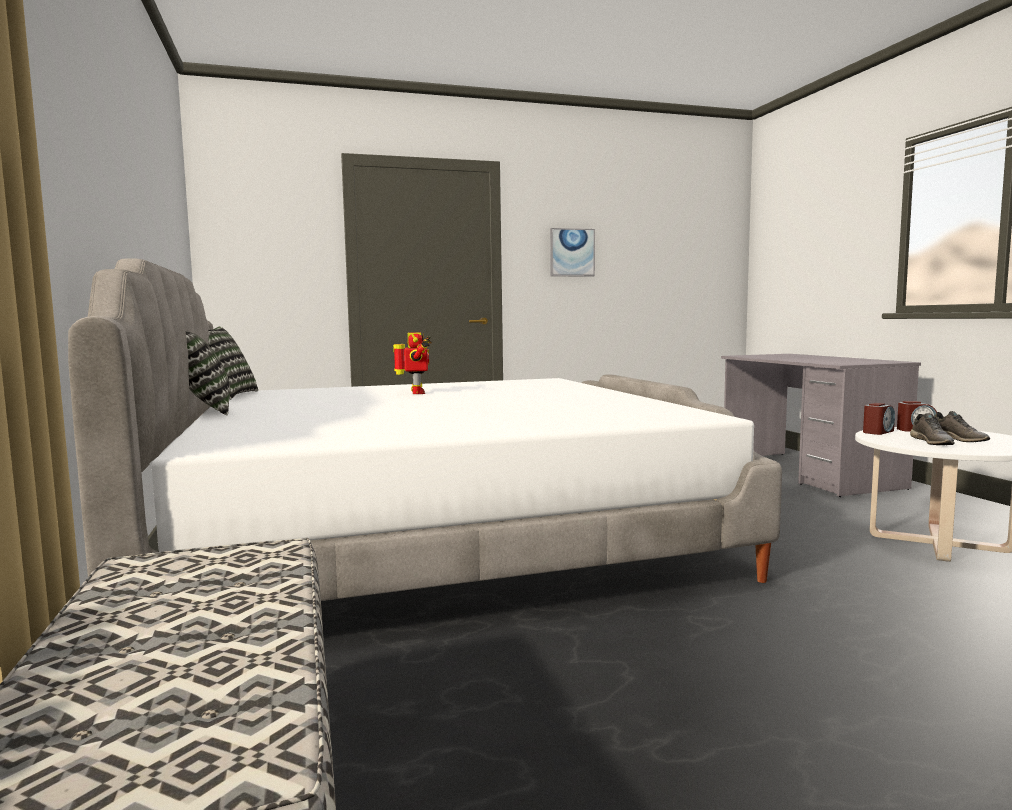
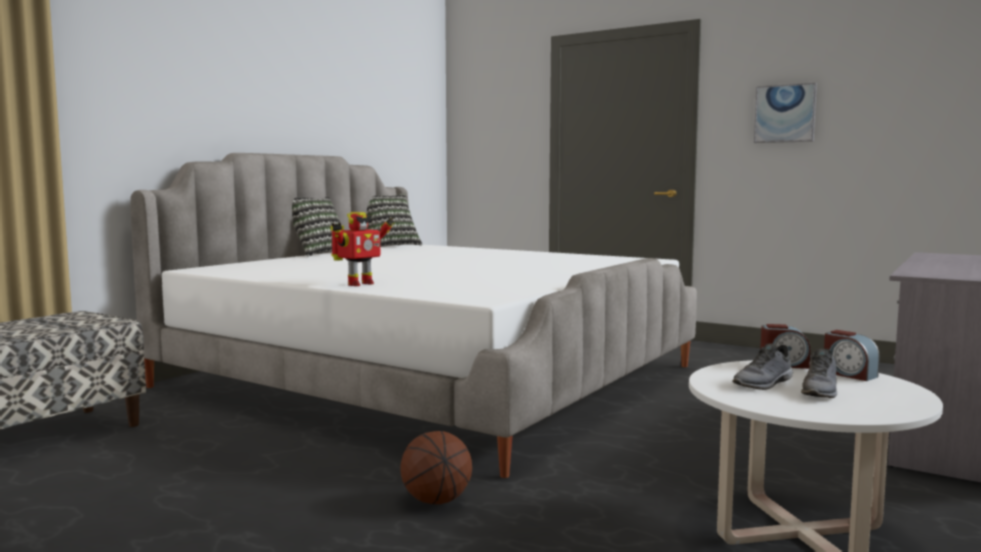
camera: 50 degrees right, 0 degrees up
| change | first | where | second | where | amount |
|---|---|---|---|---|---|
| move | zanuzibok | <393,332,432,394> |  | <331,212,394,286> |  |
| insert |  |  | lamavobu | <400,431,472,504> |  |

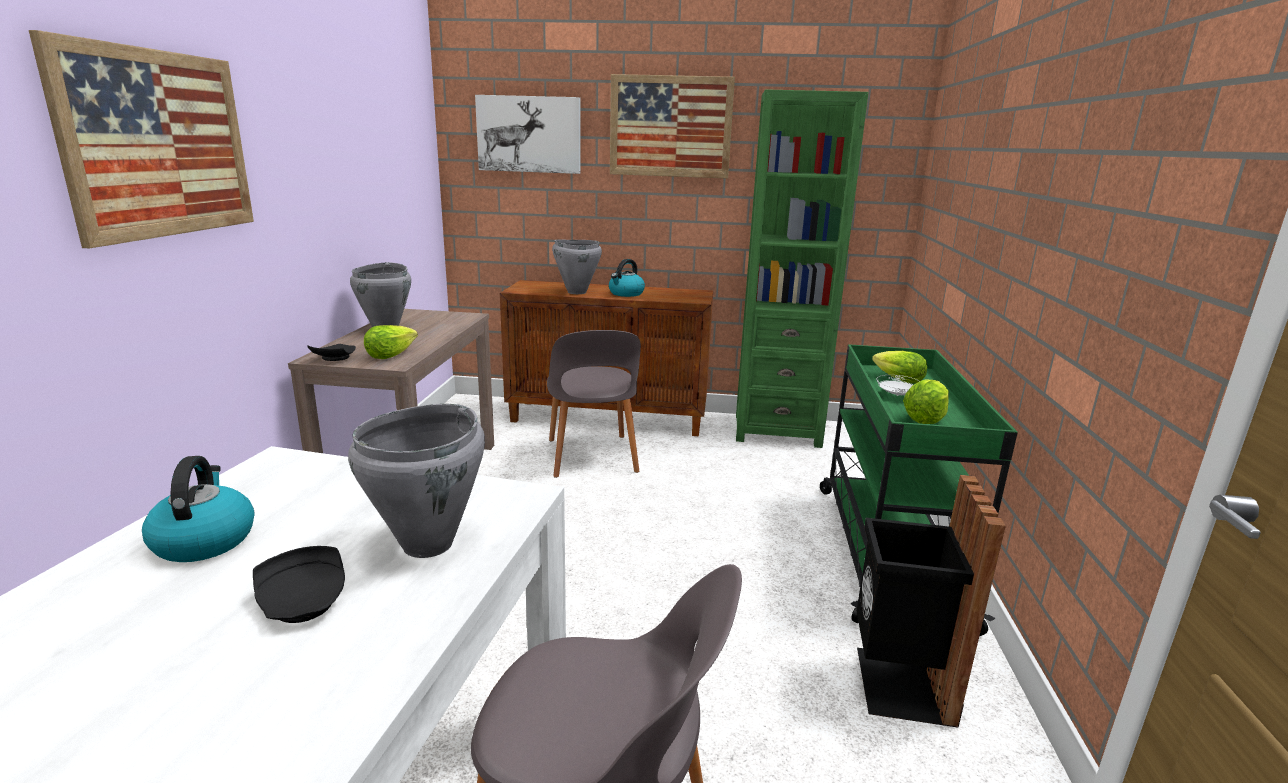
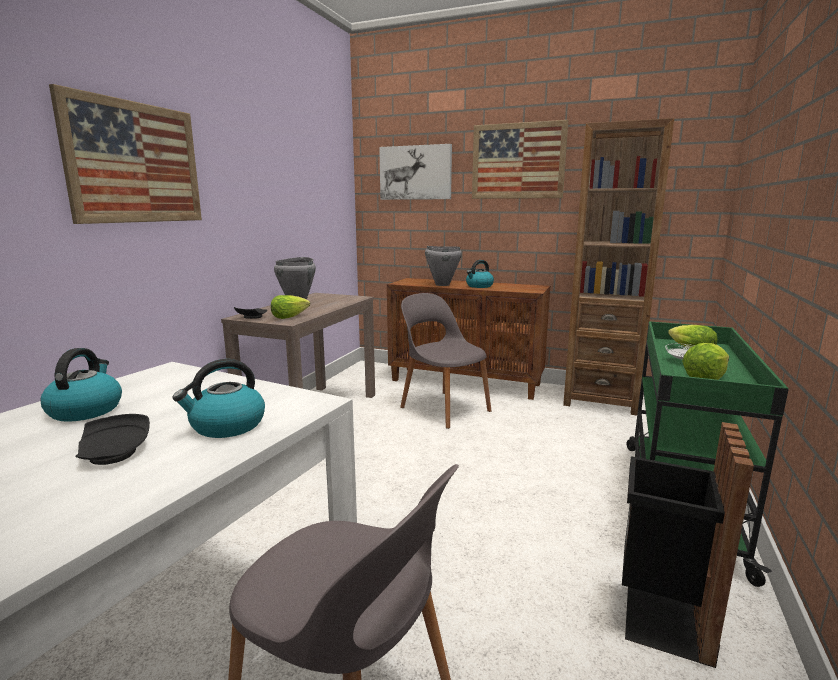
camera: 15 degrees right, 5 degrees down
| change | first | where | second | where | amount |
|---|---|---|---|---|---|
| recolor | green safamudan | <736,89,868,448> | brown safamudan | <563,118,674,416> |  |
| rotate | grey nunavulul | <547,330,641,478> |  | <400,293,492,429> | 135 degrees clockwise |
| replace | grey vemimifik | <348,404,485,558> | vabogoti | <172,359,265,438> |  |

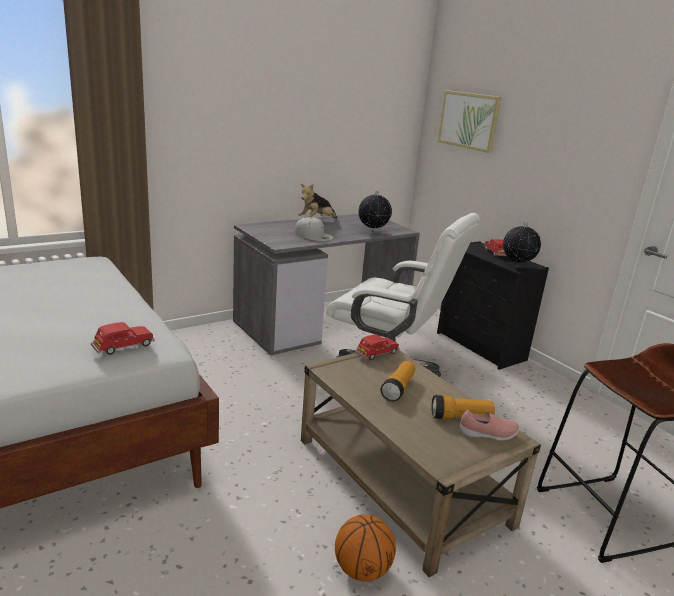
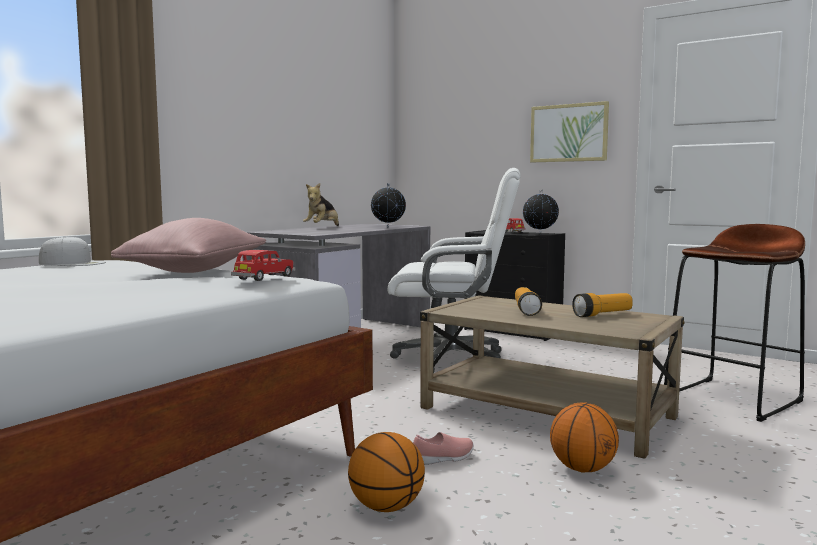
camera: 20 degrees left, 15 degrees down
| change | first | where | second | where | amount |
|---|---|---|---|---|---|
| move | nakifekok | <438,90,501,153> |  | <530,101,609,162> |  |
| move | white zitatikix | <295,217,333,241> |  | <39,236,106,266> |  |
| delete | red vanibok | <355,334,400,360> |  |  |  |
| move | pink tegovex | <460,410,519,441> |  | <413,432,474,465> |  |
| insert |  |  | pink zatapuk | <111,218,266,273> |  |
| insert |  |  | lamavobu | <348,432,425,512> |  |

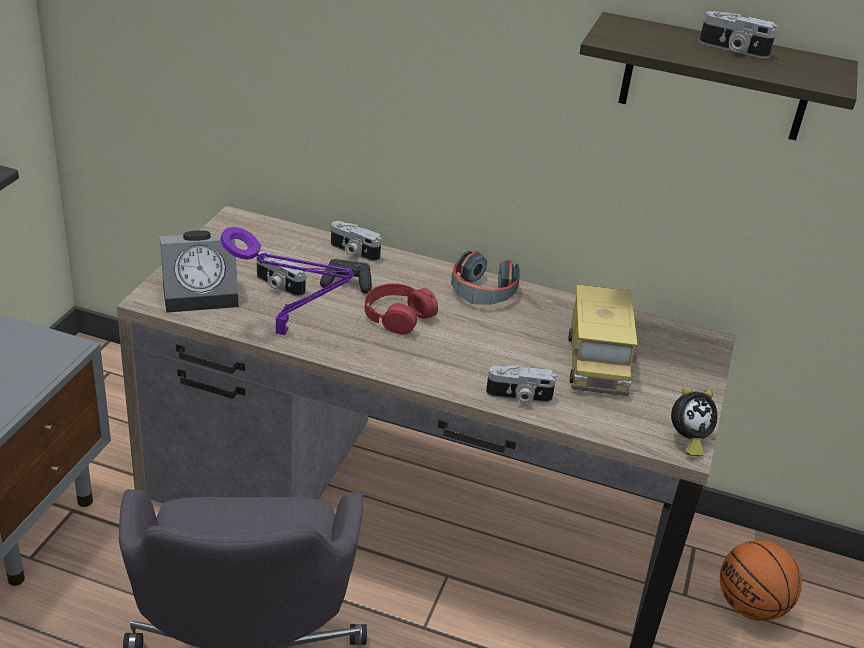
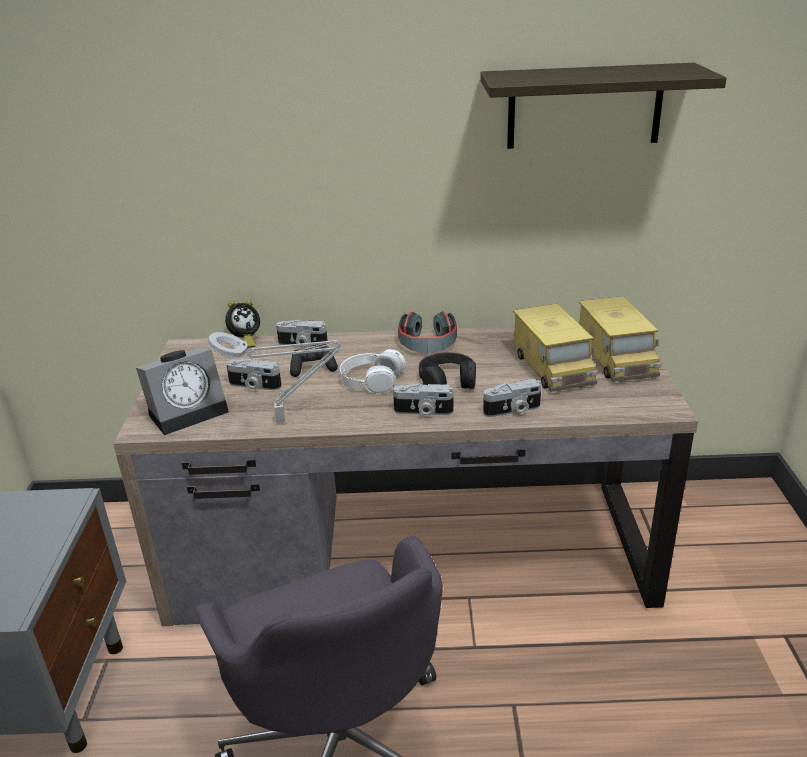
camera: 15 degrees left, 5 degrees down
| change | first | where | second | where | amount |
|---|---|---|---|---|---|
| move | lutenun | <699,11,778,58> |  | <393,383,454,417> |  |
| recolor | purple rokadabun | <220,227,354,335> | grey rokadabun | <207,332,341,423> |  |
| recolor | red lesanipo | <365,283,438,335> | white lesanipo | <340,349,406,394> |  |
| move | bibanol | <671,387,717,456> |  | <225,301,260,348> |  |
| delete | lamavobu | <720,540,802,621> |  |  |  |
| insert |  |  | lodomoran | <579,296,661,382> |  |
| insert |  |  | black lesanipo | <419,352,476,389> |  |

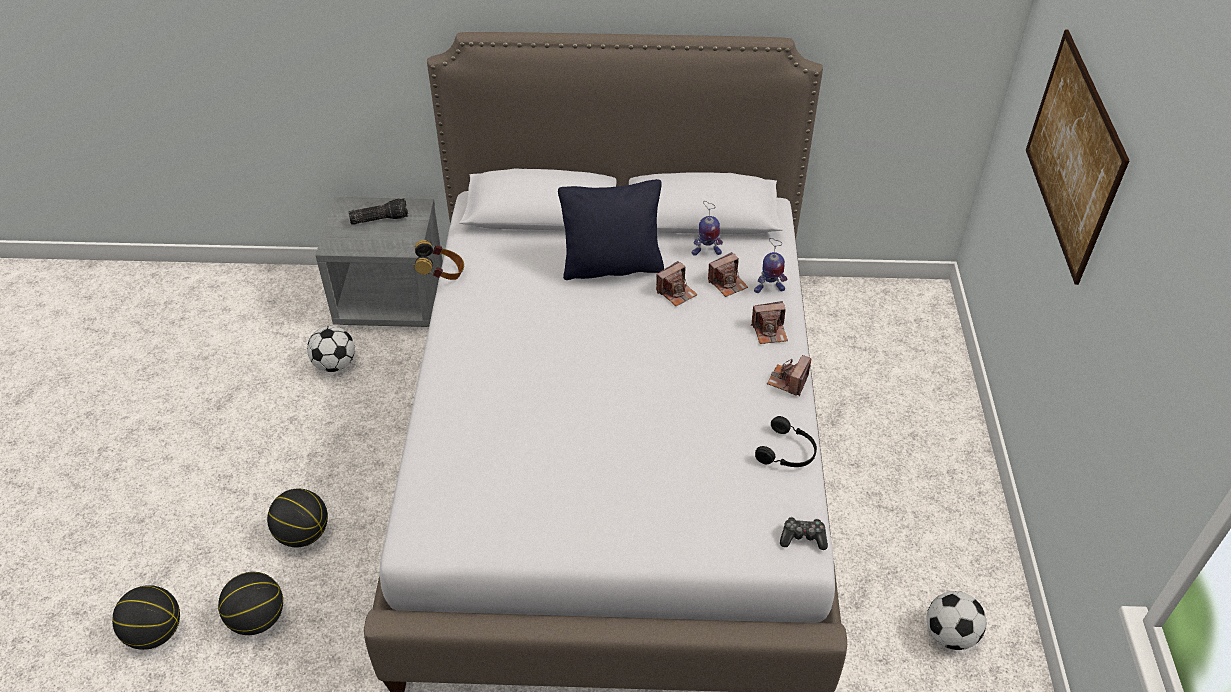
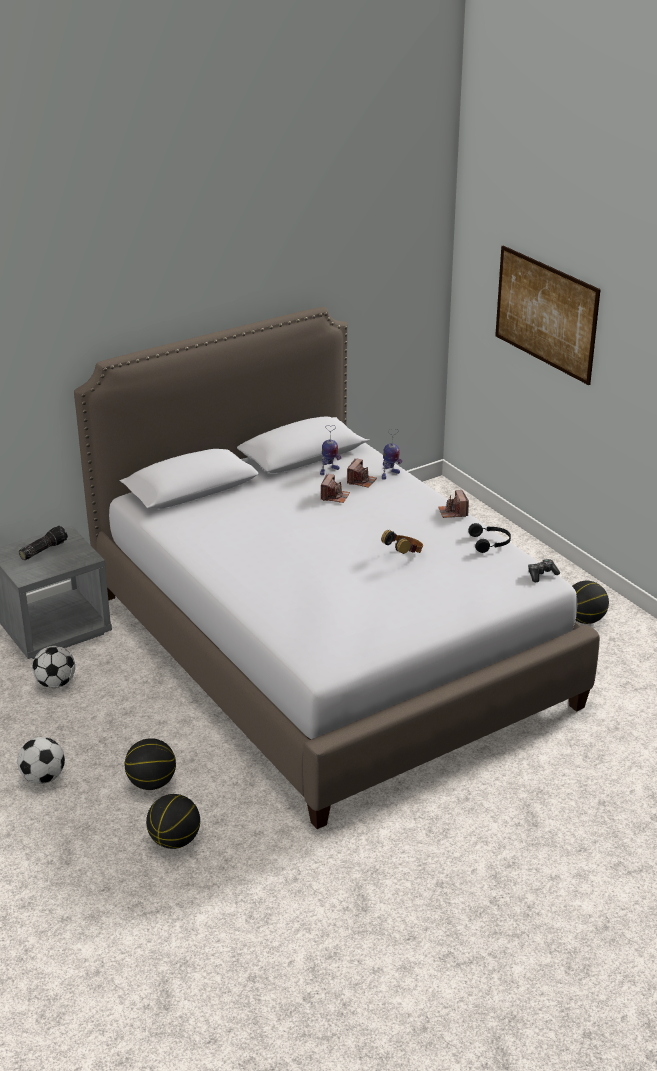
camera: 35 degrees left, 15 degrees down
| change | first | where | second | where | amount |
|---|---|---|---|---|---|
| delete | black zatapuk | <558,179,664,280> |  |  |  |
| move | lesanipo | <415,240,464,280> |  | <381,530,423,554> |  |
| delete | lutenun | <751,301,788,344> |  |  |  |
| move | lamavobu | <112,585,180,650> |  | <572,581,609,624> |  |
| move | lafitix | <927,591,987,650> |  | <17,737,65,784> |  |

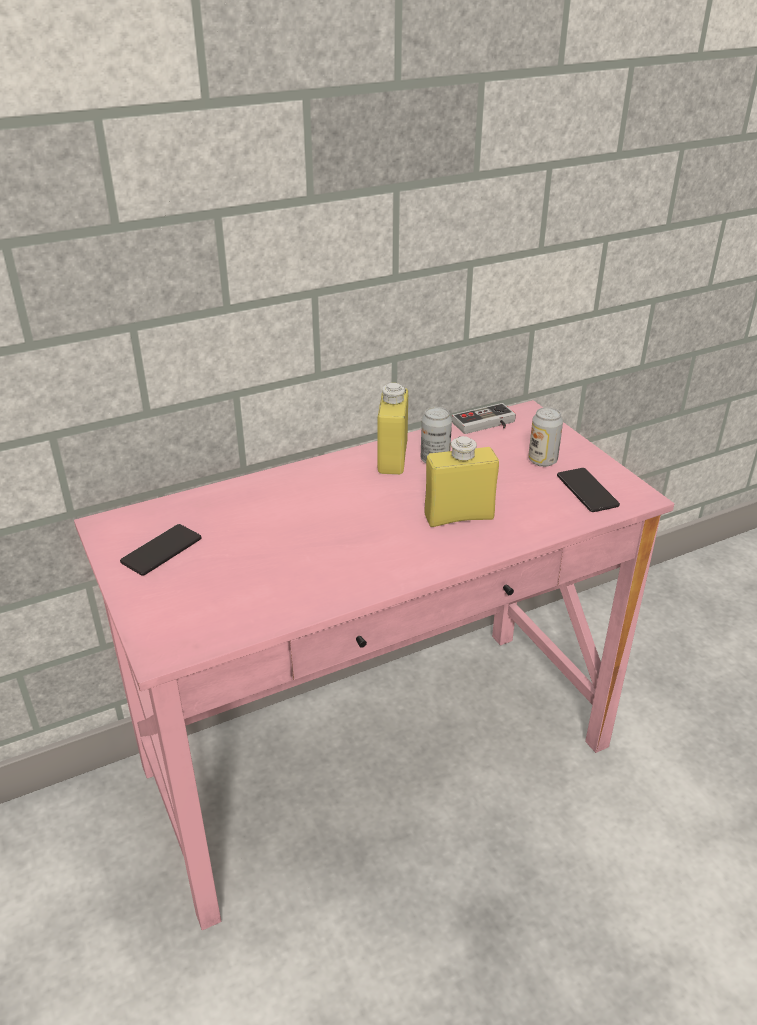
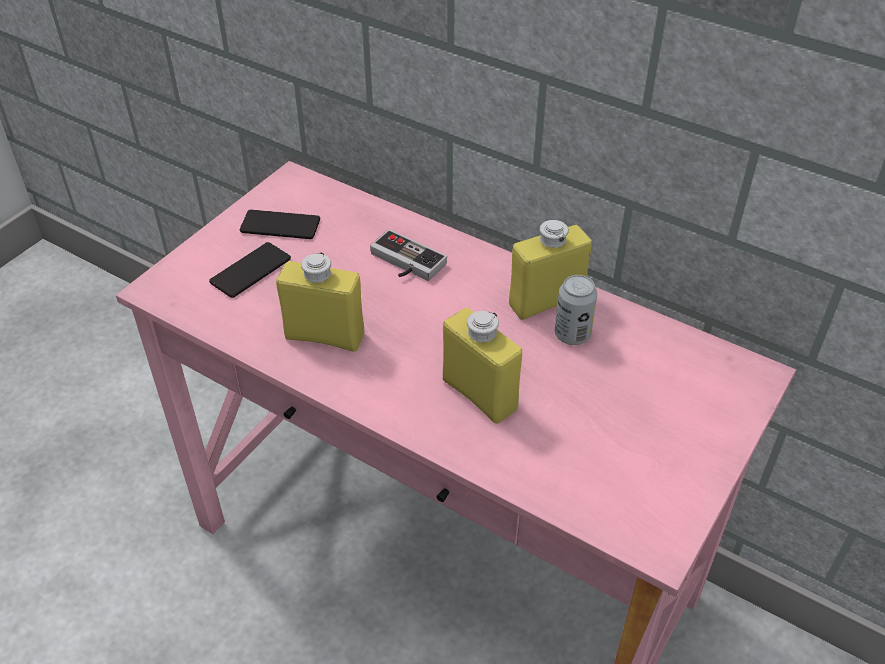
camera: 60 degrees right, 10 degrees up
| change | first | where | second | where | amount |
|---|---|---|---|---|---|
| move | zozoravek | <452,403,516,434> |  | <370,229,447,281> |  |
| delete | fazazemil | <528,407,563,467> |  |  |  |
| move | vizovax | <557,468,620,512> |  | <209,242,291,298> |  |
| insert |  |  | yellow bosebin | <276,252,364,352> |  |

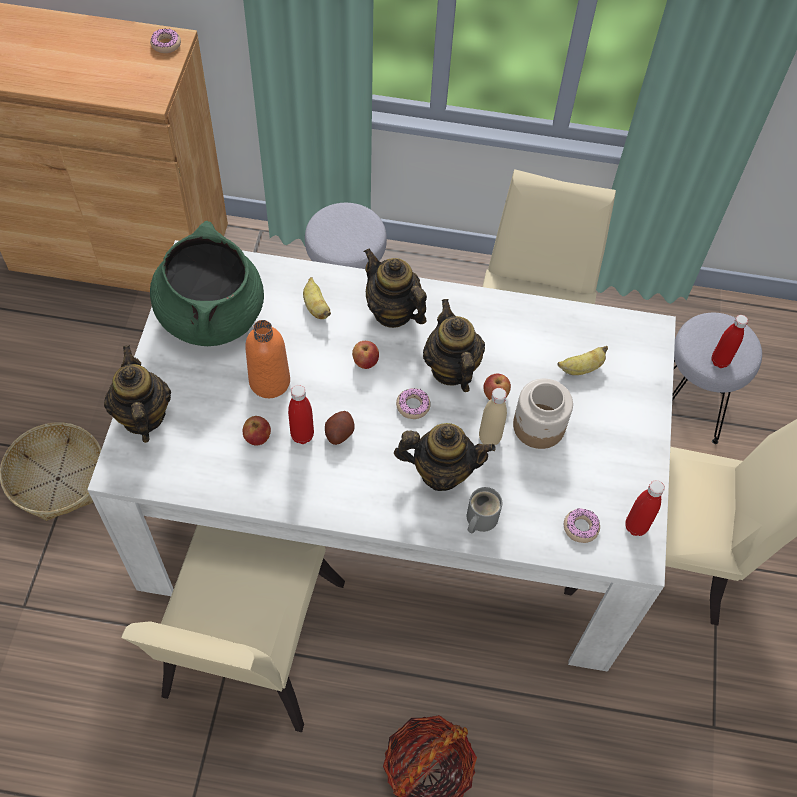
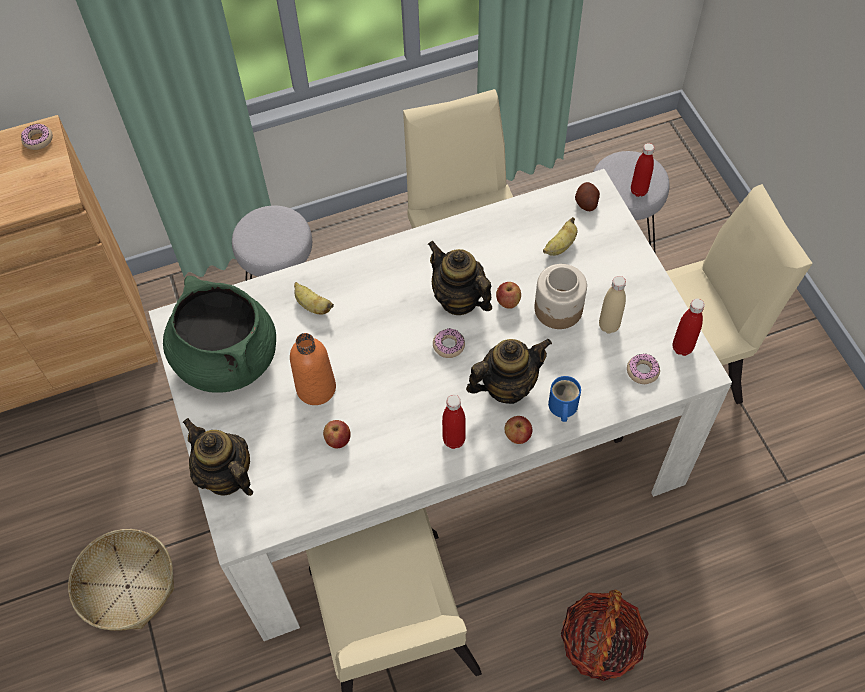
camera: 25 degrees left, 0 degrees up
| change | first | where | second | where | amount |
|---|---|---|---|---|---|
| delete | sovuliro | <364,248,427,328> |  |  |  |
| move | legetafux | <352,341,379,369> |  | <505,416,532,444> |  |
| move | red bosebin | <288,385,314,444> |  | <442,395,466,449> |  |
| move | beige bosebin | <479,388,507,445> |  | <599,276,626,333> |  |
| move | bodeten | <325,411,354,445> |  | <575,182,600,211> |  |
| recolor | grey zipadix | <467,487,502,534> | blue zipadix | <548,376,581,422> |  |

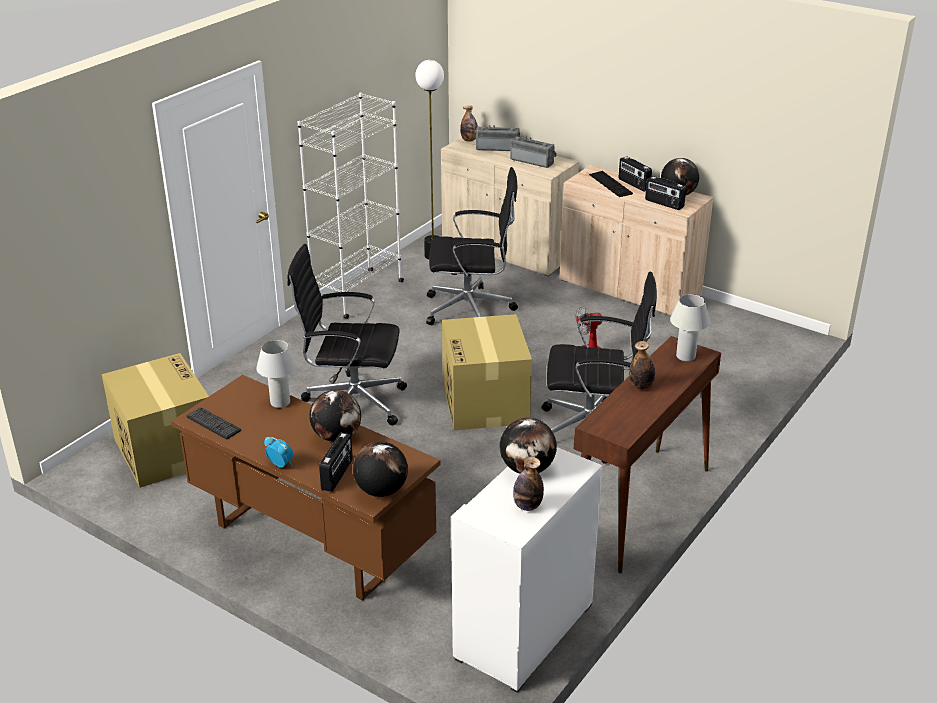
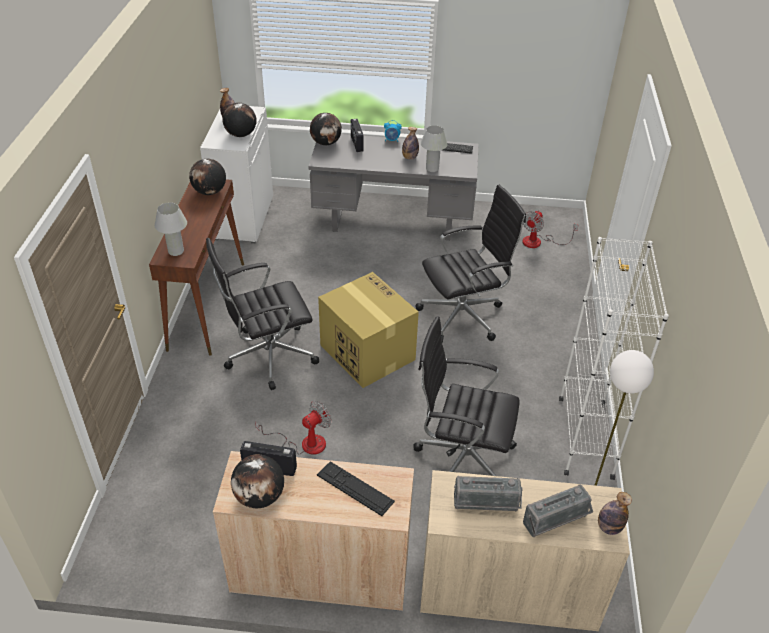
camera: 150 degrees right, 10 degrees up
| change | first | where | second | where | amount |
|---|---|---|---|---|---|
| delete | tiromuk | <619,156,652,192> |  |  |  |
| rotate | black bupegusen | <426,167,518,325> |  | <413,316,520,476> | 45 degrees clockwise |
| move | bosebin | <629,341,655,390> |  | <402,127,419,160> |  |
| replace | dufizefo | <102,353,209,488> | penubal | <522,211,578,248> |  |
| recolor | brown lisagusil | <171,375,441,600> | grey lisagusil | <308,134,479,240> |  |
| move | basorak | <309,390,361,442> |  | <189,159,226,195> |  |

